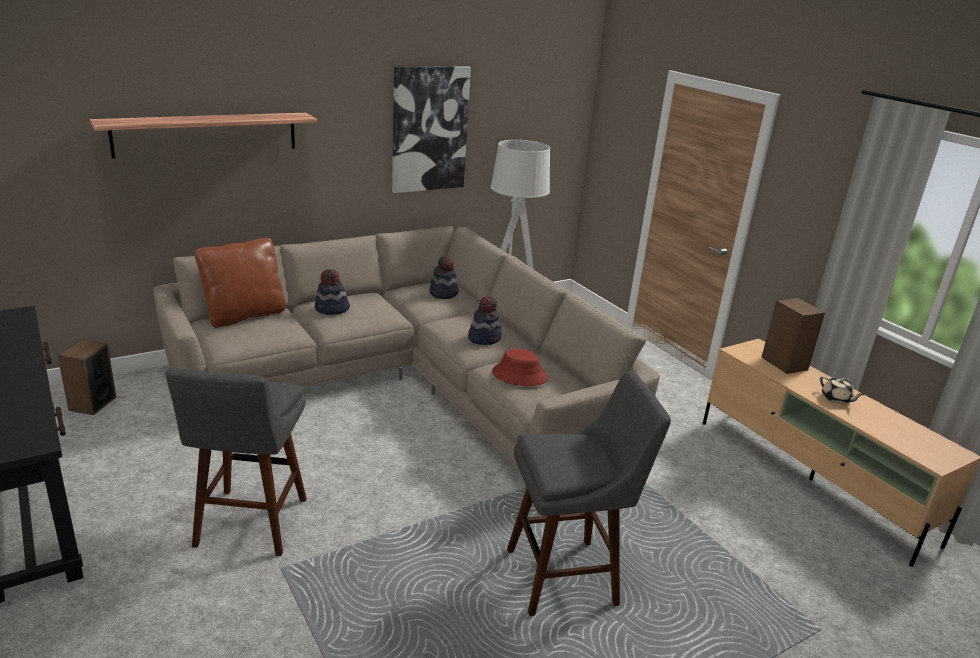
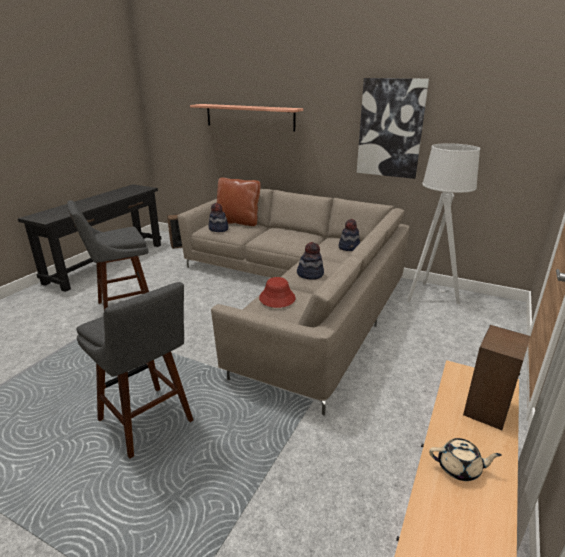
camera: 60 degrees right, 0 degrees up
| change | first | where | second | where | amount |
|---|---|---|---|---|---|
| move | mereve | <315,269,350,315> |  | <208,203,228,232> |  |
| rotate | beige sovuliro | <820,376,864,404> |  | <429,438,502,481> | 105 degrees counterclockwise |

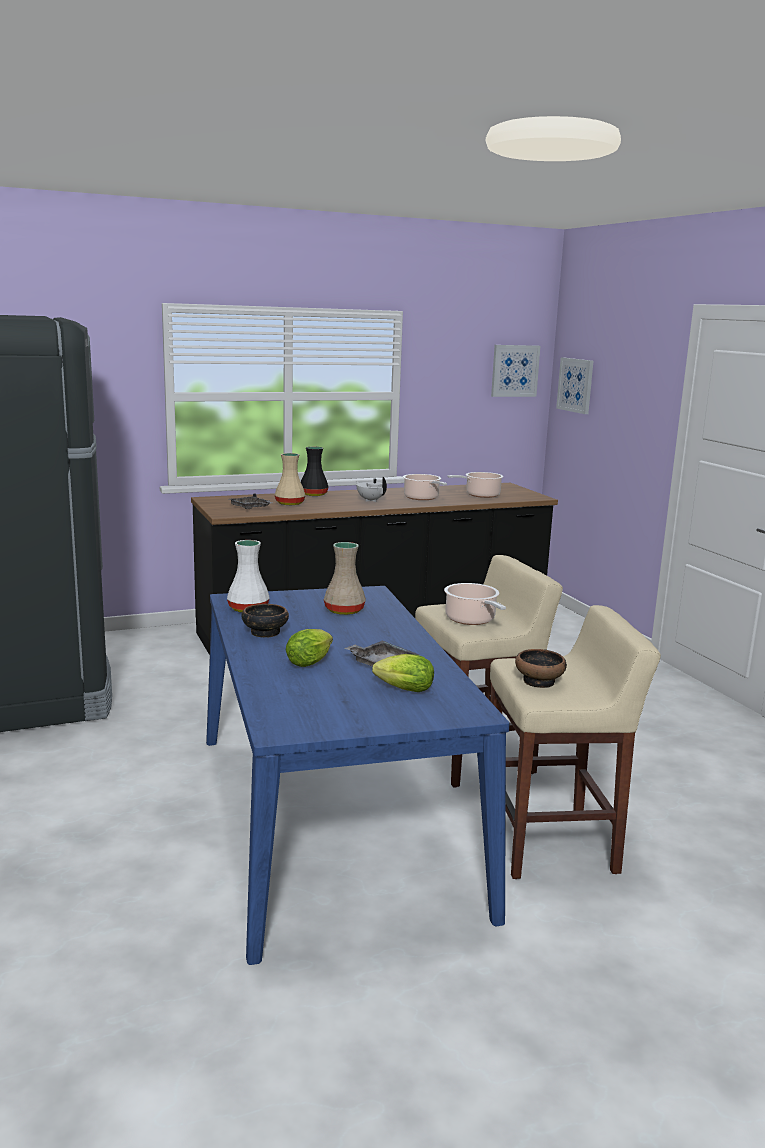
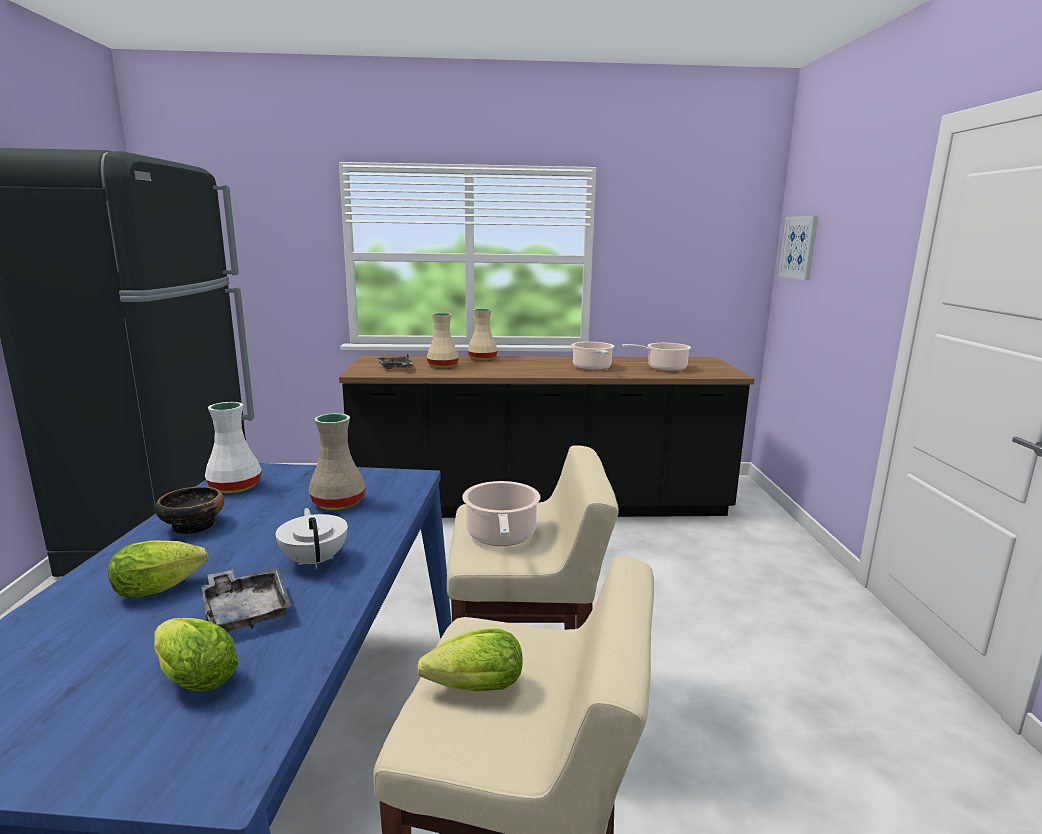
camera: 20 degrees right, 0 degrees up
| change | first | where | second | where | amount |
|---|---|---|---|---|---|
| delete | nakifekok | <491,345,540,397> |  |  |  |
| recolor | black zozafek | <301,447,329,496> | beige zozafek | <468,309,498,360> |  |
| move | white sovuliro | <355,477,387,502> |  | <276,508,348,569> |  |
| replace | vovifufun | <515,649,567,688> | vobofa | <417,629,523,691> |  |

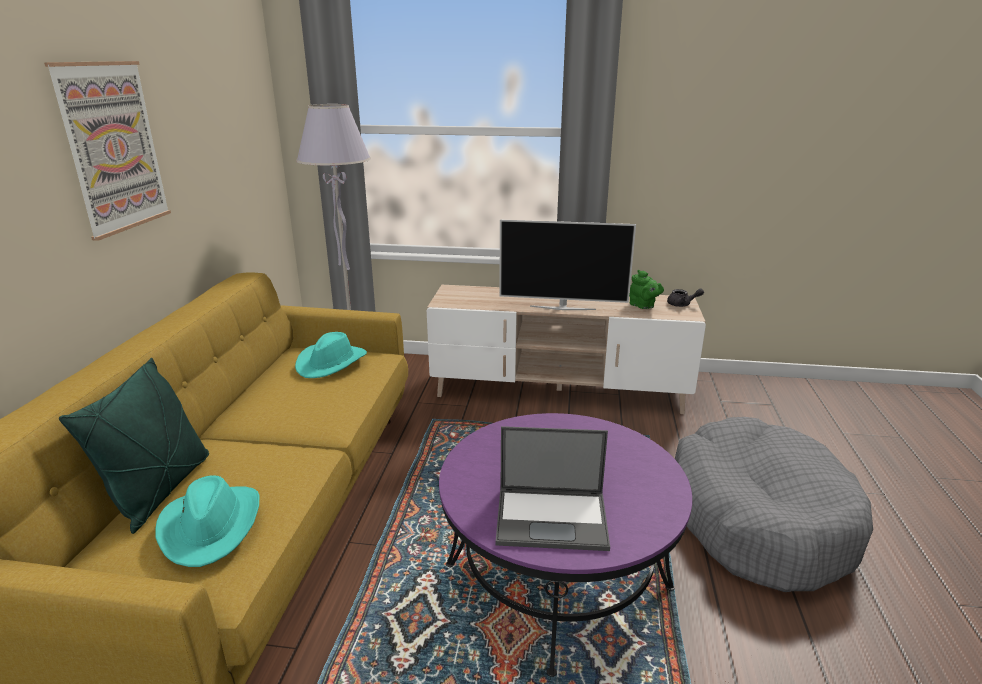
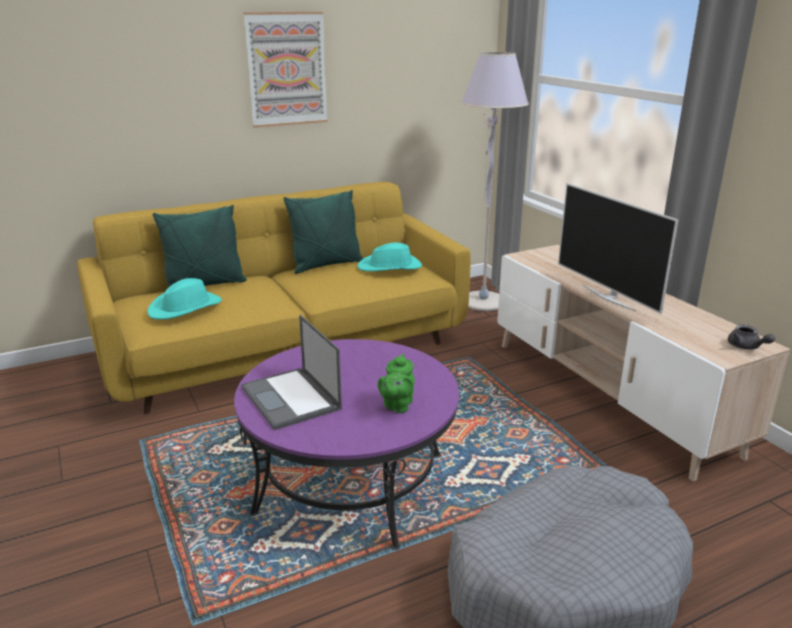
camera: 55 degrees right, 0 degrees up
| change | first | where | second | where | amount |
|---|---|---|---|---|---|
| move | green sovuliro | <629,270,664,309> |  | <378,354,415,413> |  |
| insert |  |  | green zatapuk | <283,190,363,274> |  |

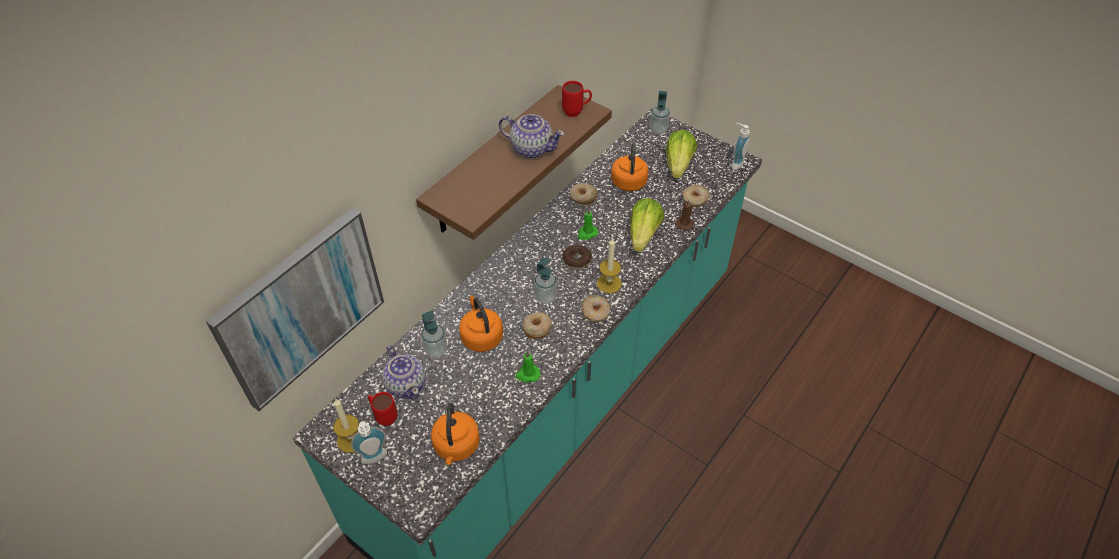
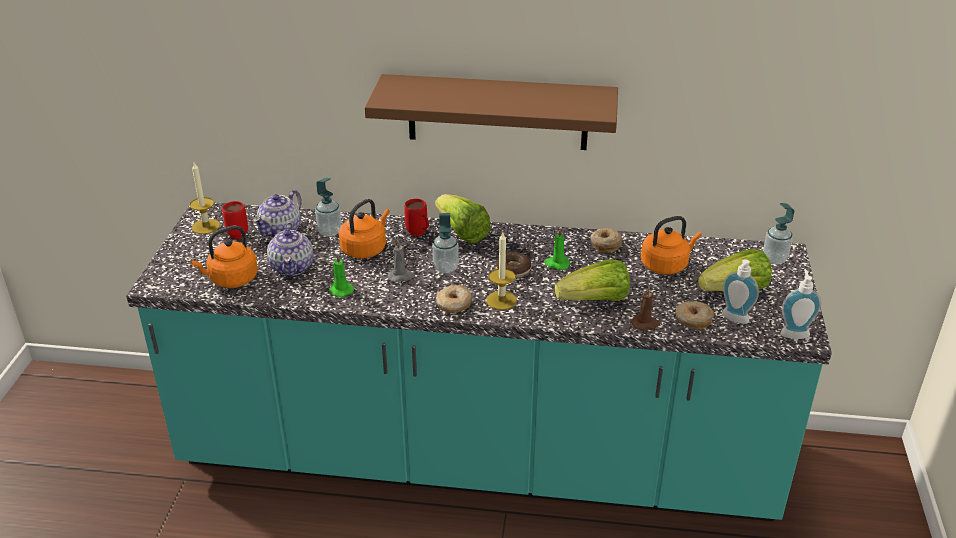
camera: 60 degrees right, 15 degrees down
| change | first | where | second | where | amount |
|---|---|---|---|---|---|
| move | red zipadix | <562,81,592,117> |  | <404,199,429,236> |  |
| move | sovuliro | <499,114,565,158> |  | <267,222,313,276> |  |
| delete | nakifekok | <206,207,384,411> |  |  |  |
| replace | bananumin | <522,312,552,340> | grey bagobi | <388,240,415,282> |  |
| move | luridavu | <351,421,387,464> |  | <722,259,759,324> |  |
| insert |  |  | vobofa | <435,194,491,244> |  |

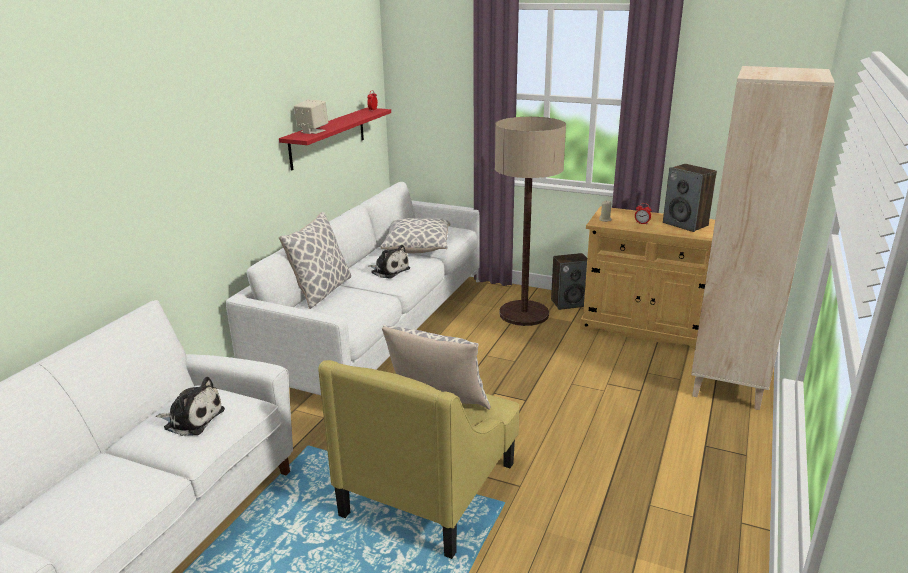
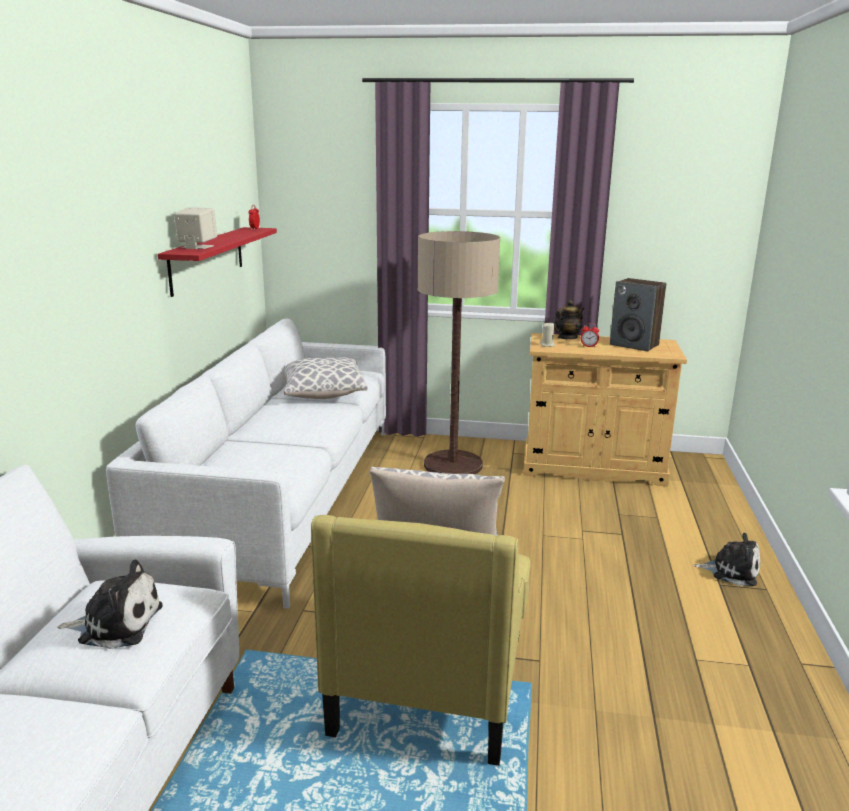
camera: 15 degrees left, 5 degrees down
| change | first | where | second | where | amount |
|---|---|---|---|---|---|
| delete | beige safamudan | <691,66,835,410> |  |  |  |
| delete | zatapuk | <279,212,351,309> |  |  |  |
| move | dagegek | <368,245,410,279> |  | <694,533,760,586> |  |
| delete | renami | <551,253,587,310> |  |  |  |
| insert |  |  | sovuliro | <554,300,584,339> |  |

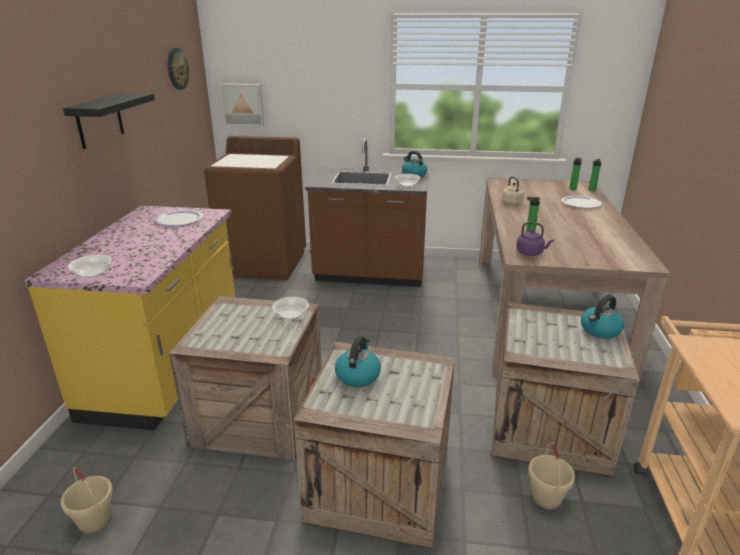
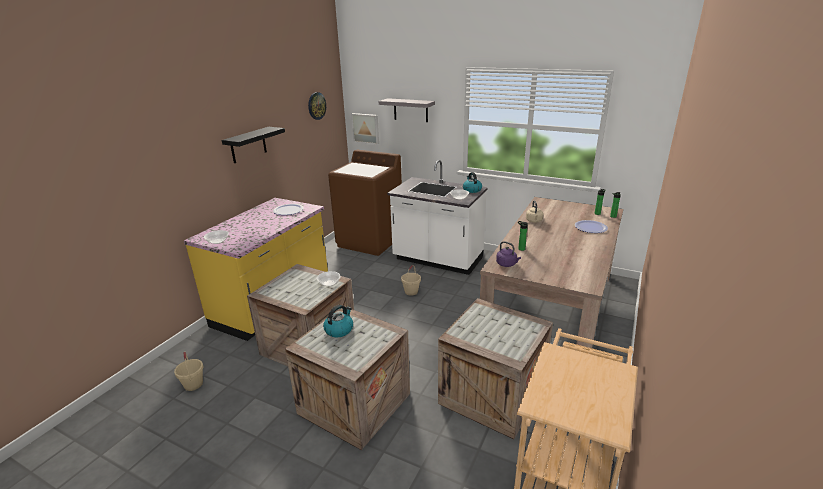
camera: 20 degrees right, 0 degrees up
| change | first | where | second | where | amount |
|---|---|---|---|---|---|
| recolor | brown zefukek | <305,138,429,287> | white zefukek | <387,160,488,275> |  |
| delete | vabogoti | <581,295,624,339> |  |  |  |
| move | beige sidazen | <528,442,575,509> |  | <401,265,421,296> |  |
| insert |  |  | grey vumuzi | <379,98,435,122> |  |

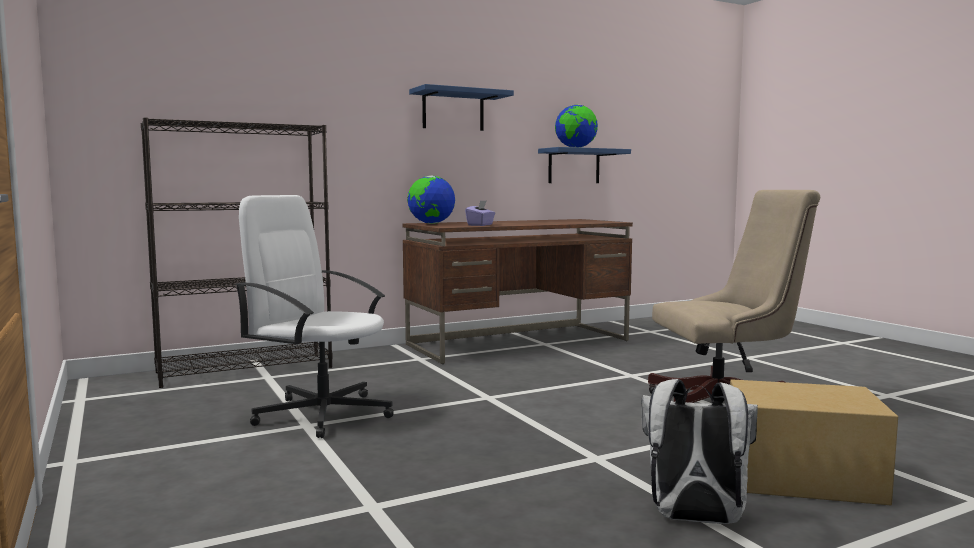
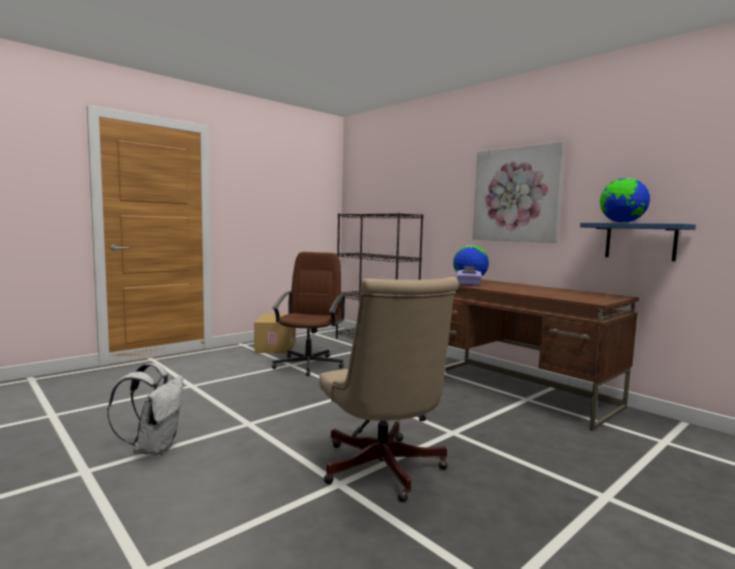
camera: 75 degrees right, 0 degrees up
| change | first | where | second | where | amount |
|---|---|---|---|---|---|
| replace | blue vumuzi | <409,84,514,131> | nakifekok | <473,141,565,243> |  |
| recolor | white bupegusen | <235,195,394,438> | brown bupegusen | <272,252,346,376> |  |
| move | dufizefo | <730,379,898,505> |  | <254,313,296,353> |  |

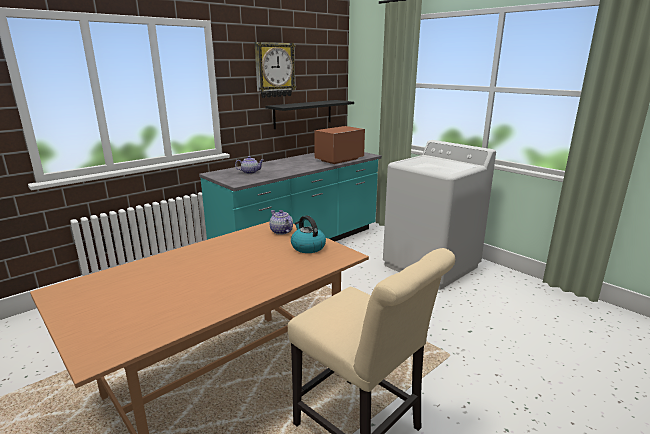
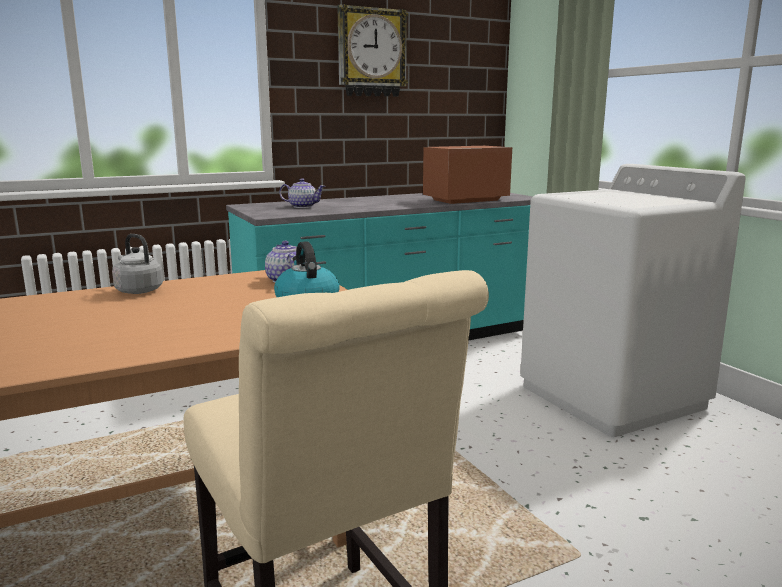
camera: 15 degrees right, 5 degrees down
| change | first | where | second | where | amount |
|---|---|---|---|---|---|
| delete | black vumuzi | <265,100,354,129> |  |  |  |
| insert |  |  | grey vabogoti | <112,234,163,294> |  |

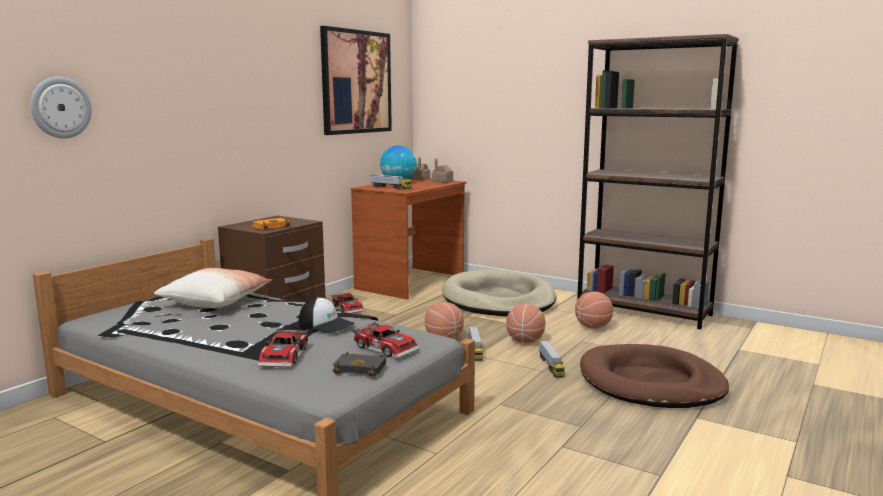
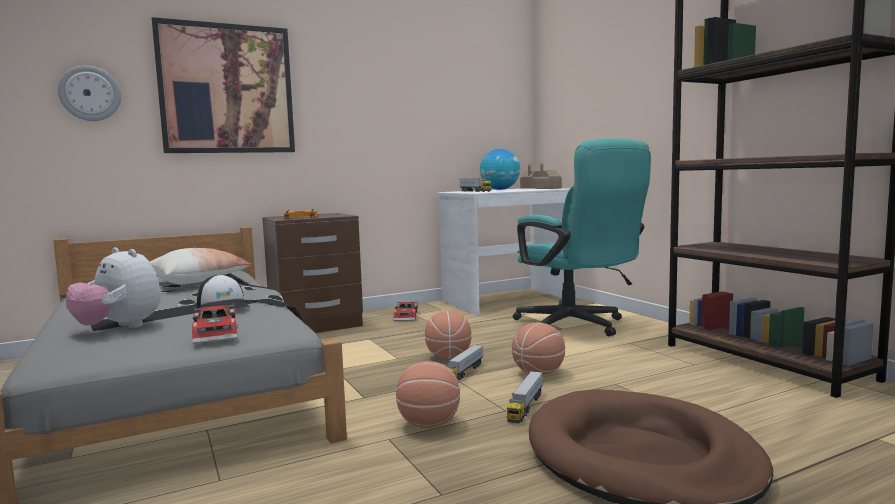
camera: 30 degrees right, 5 degrees down
| change | first | where | second | where | amount |
|---|---|---|---|---|---|
| move | nakifekok | <320,26,392,135> |  | <152,17,295,153> |  |
| recolor | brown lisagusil | <351,179,467,300> | white lisagusil | <438,188,575,315> |  |
| replace | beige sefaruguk | <442,269,556,316> | turquoise bupegusen | <513,138,651,336> |  |
| move | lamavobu | <575,292,613,329> |  | <396,361,460,428> |  |
| replace | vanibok | <258,329,308,367> | dagegek | <66,247,161,328> |  |
| delete | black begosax | <333,352,386,377> |  |  |  |

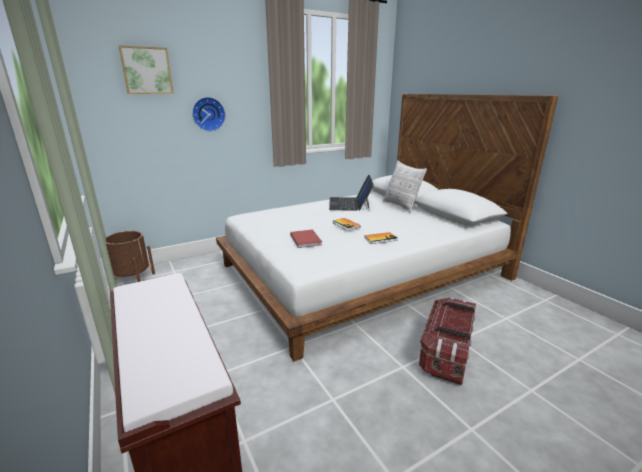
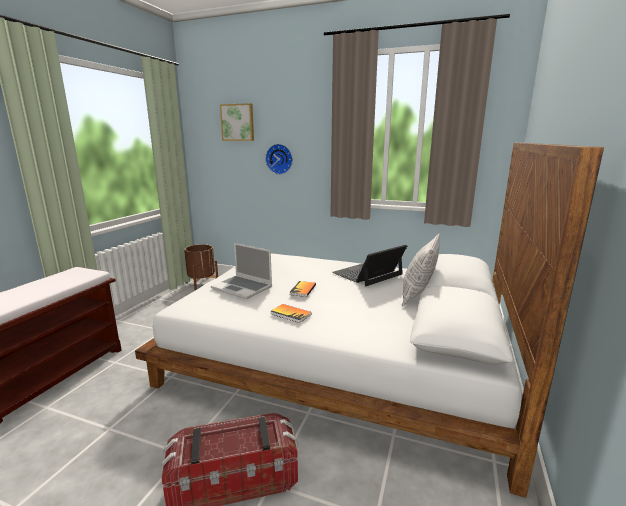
camera: 50 degrees right, 5 degrees down
| change | first | where | second | where | amount |
|---|---|---|---|---|---|
| replace | red begosax | <290,229,322,248> | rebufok | <211,243,272,299> |  |

